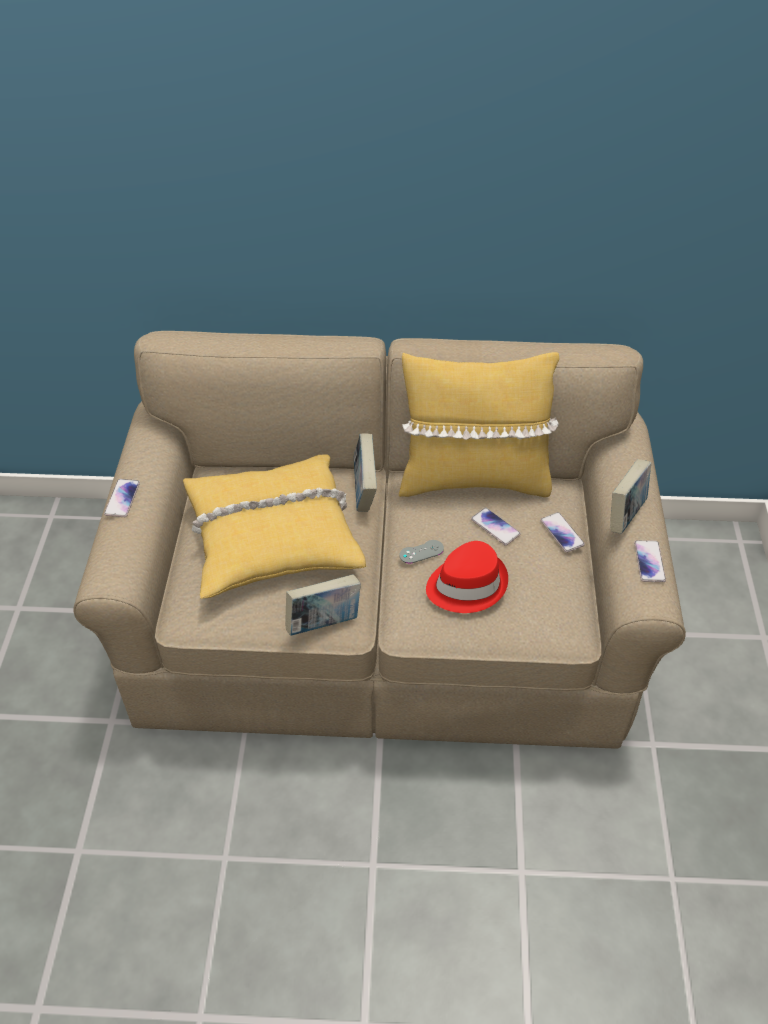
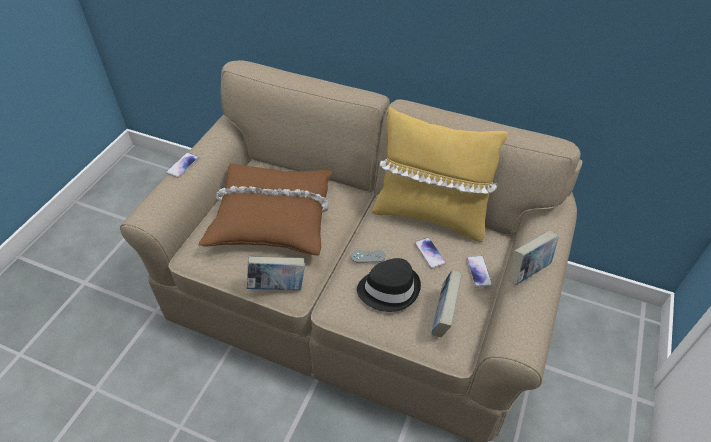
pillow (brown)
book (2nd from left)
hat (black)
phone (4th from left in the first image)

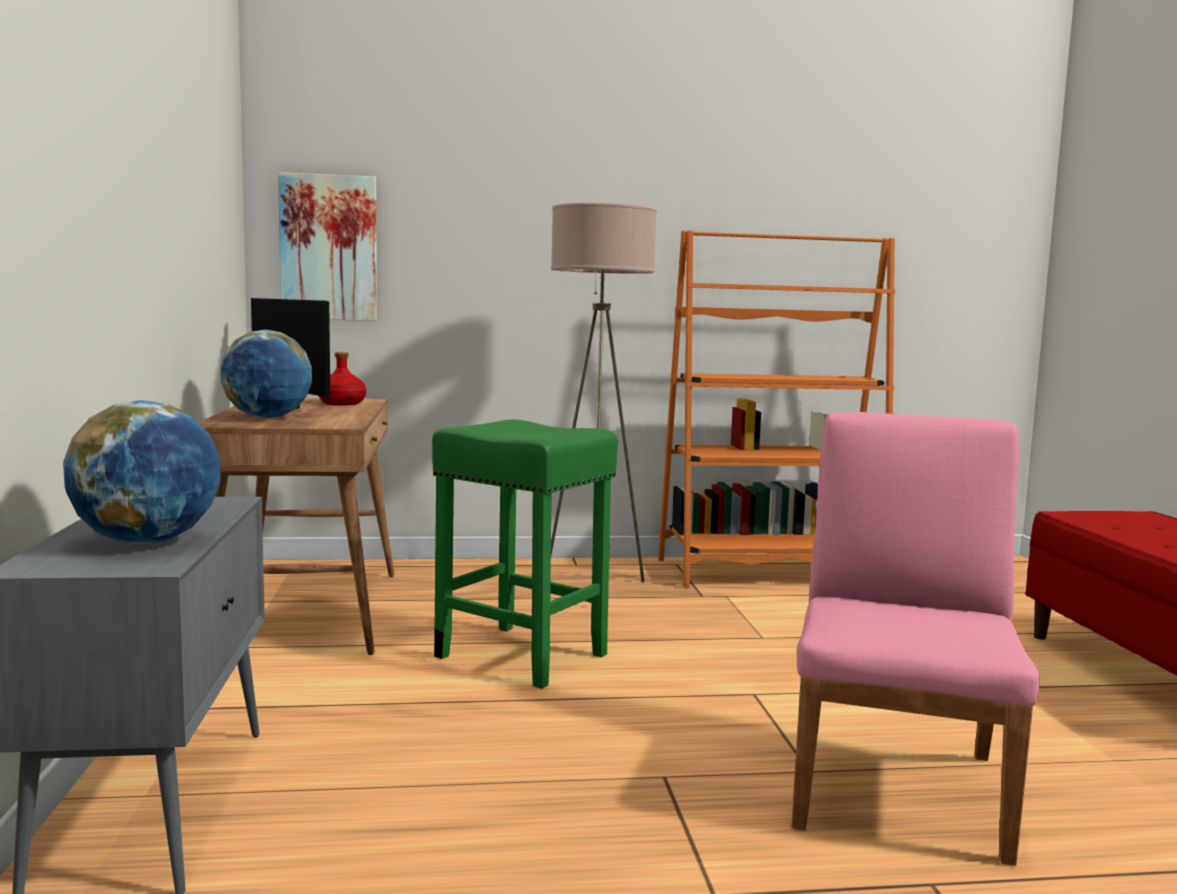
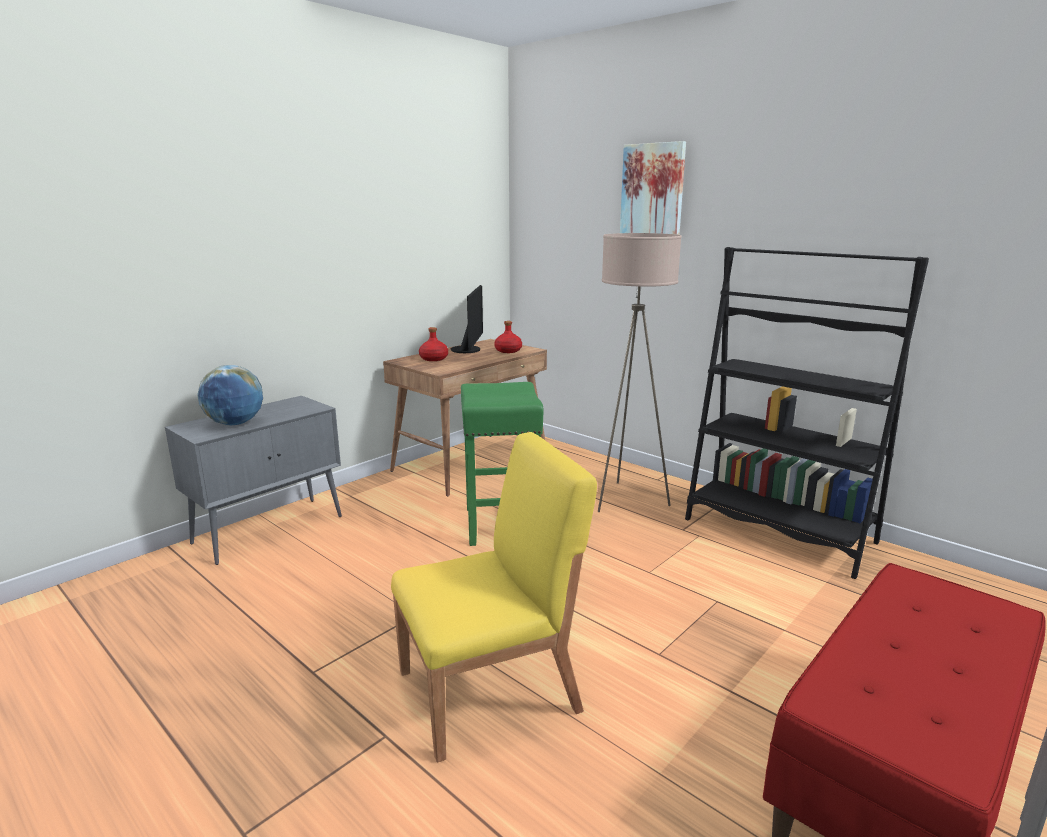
bottle (red) (1st from left)
picture
bookcase (black)
chair (yellow)

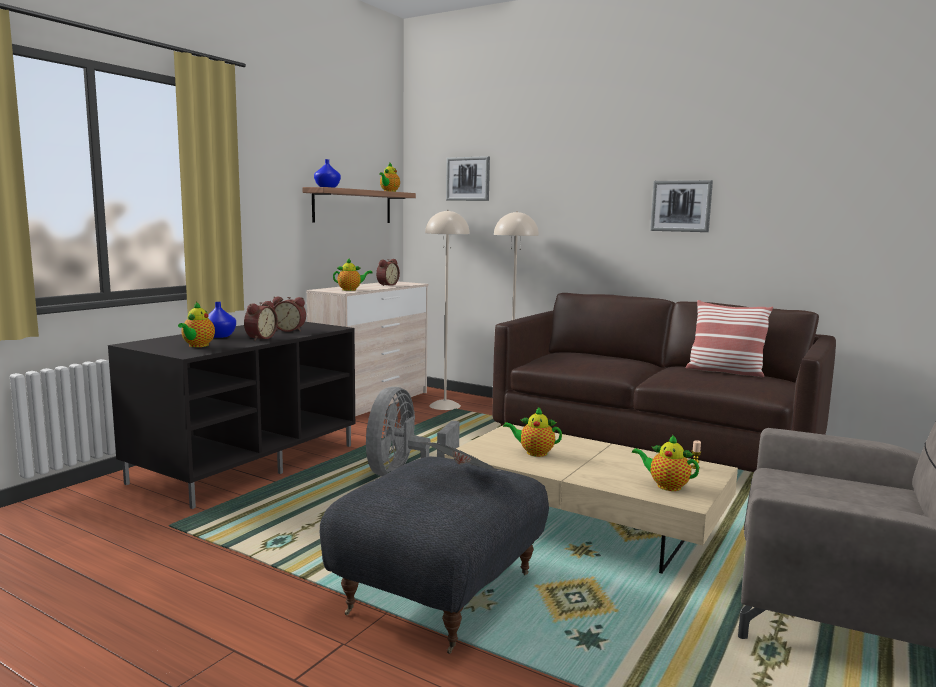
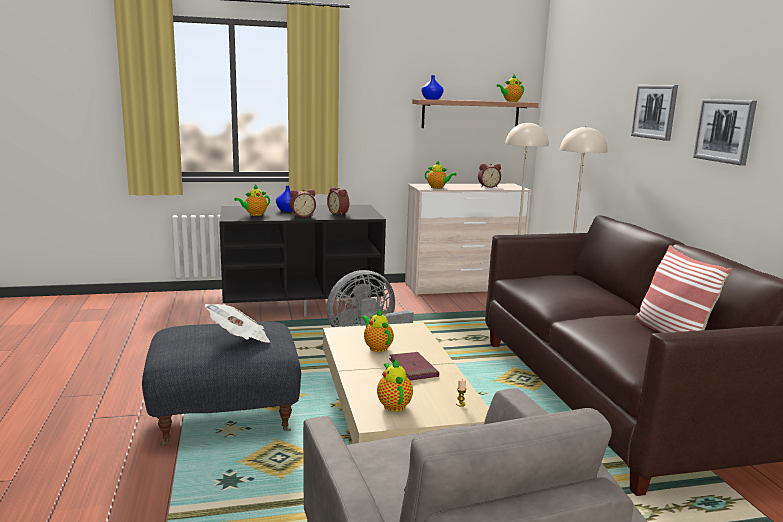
picture (1st from left)
book (red)

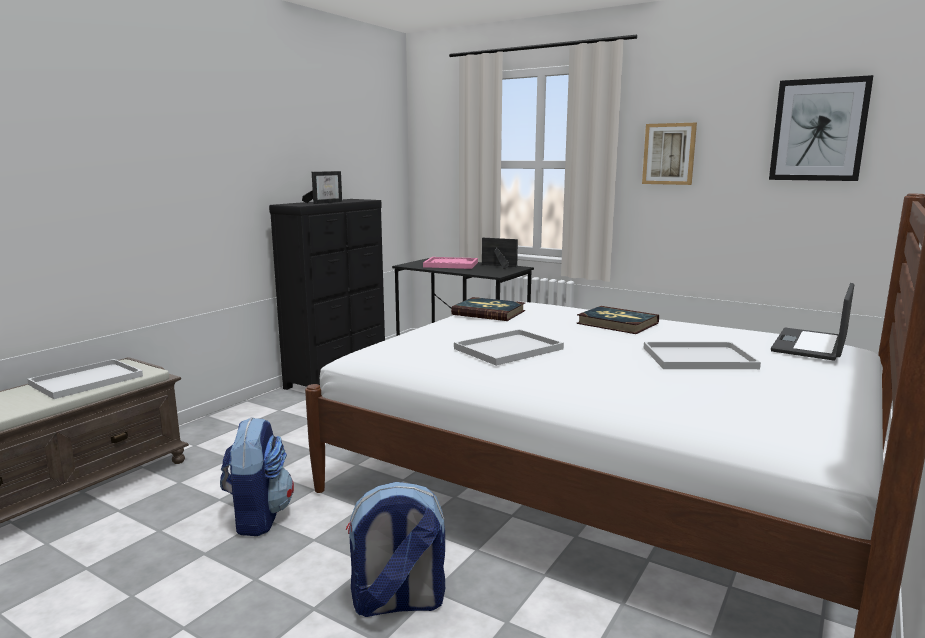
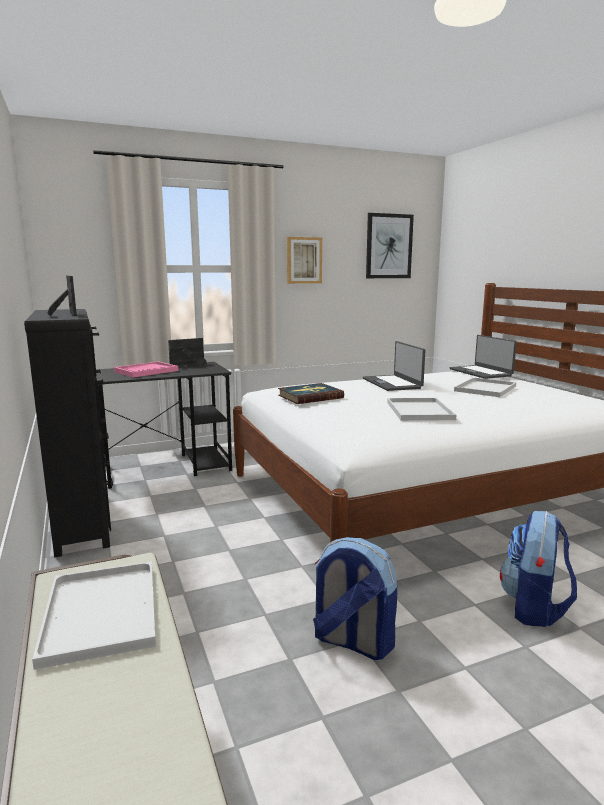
laptop (1st from left)

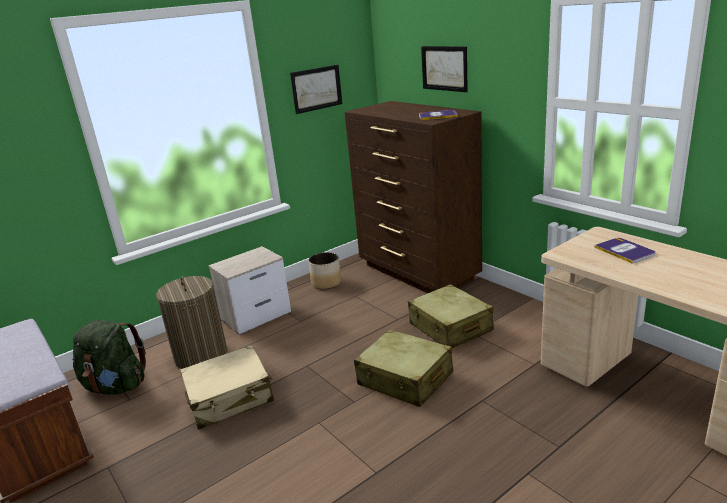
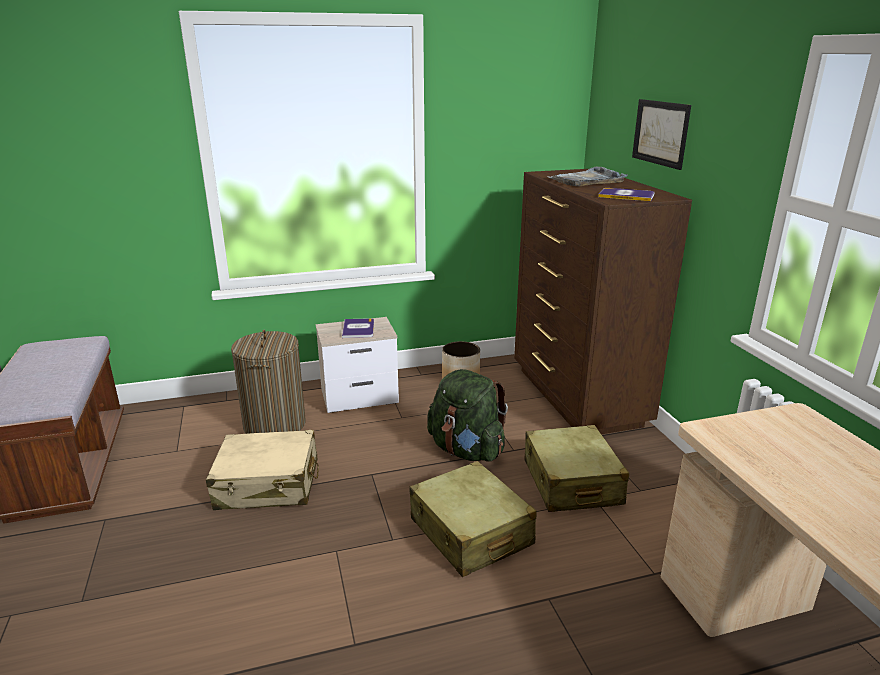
backpack (green)
picture (1st from left in the first image)
book (1st from left)
tray (grey)

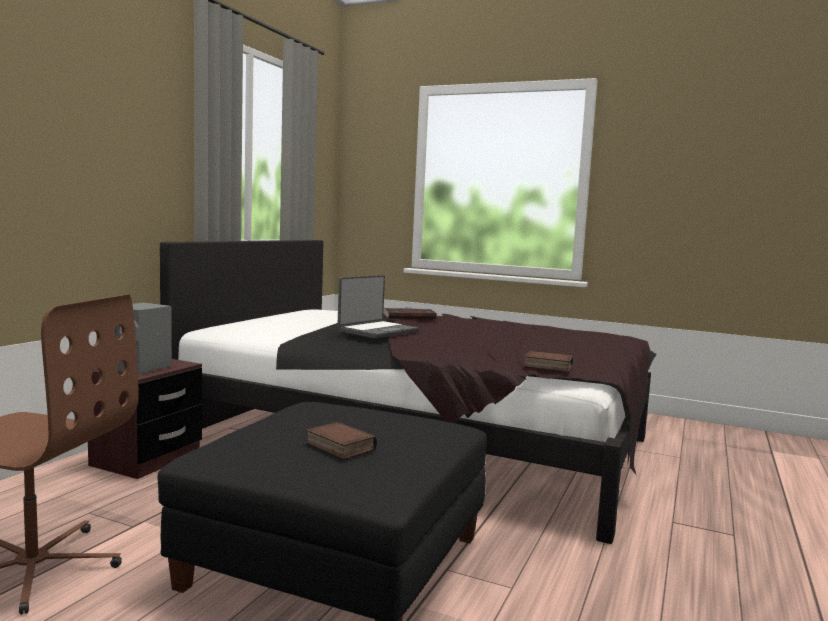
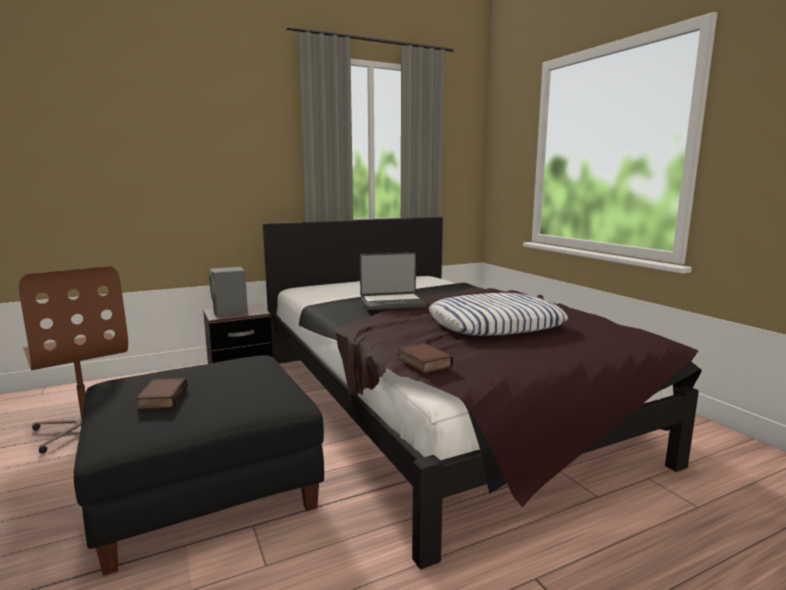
book (2nd from left in the first image)
pillow

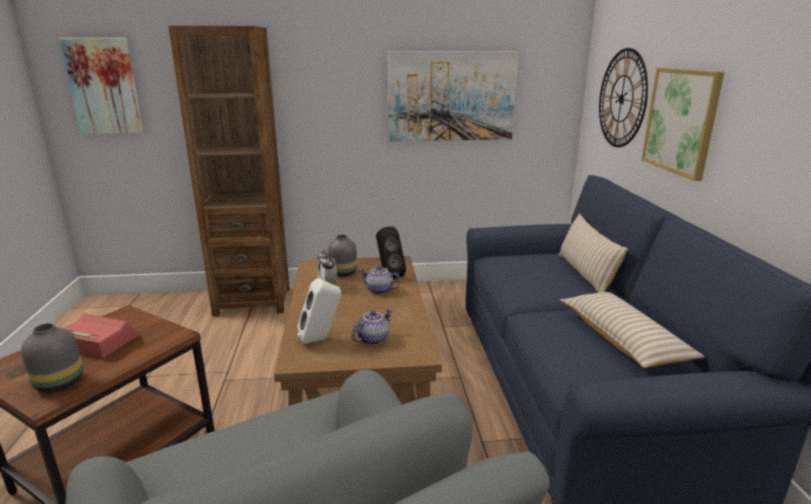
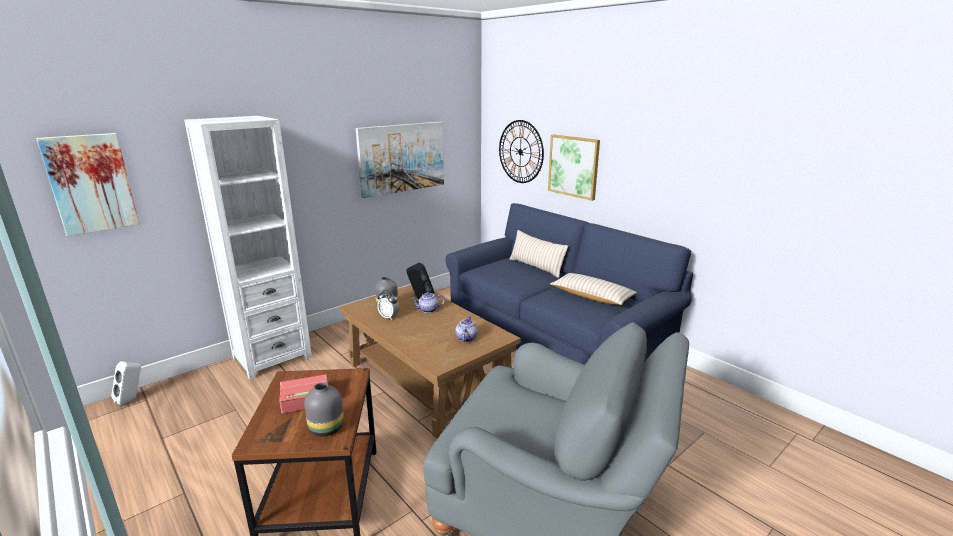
bookcase (white)
speaker (white)

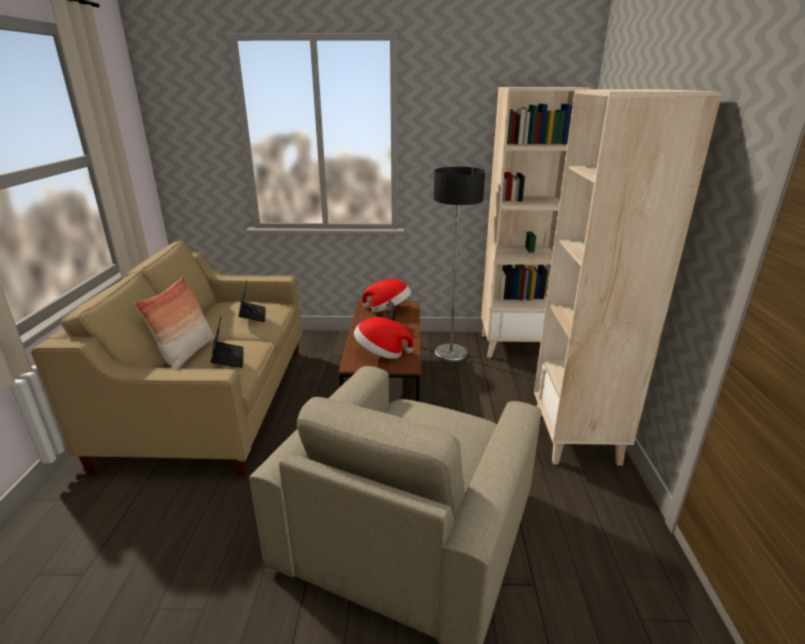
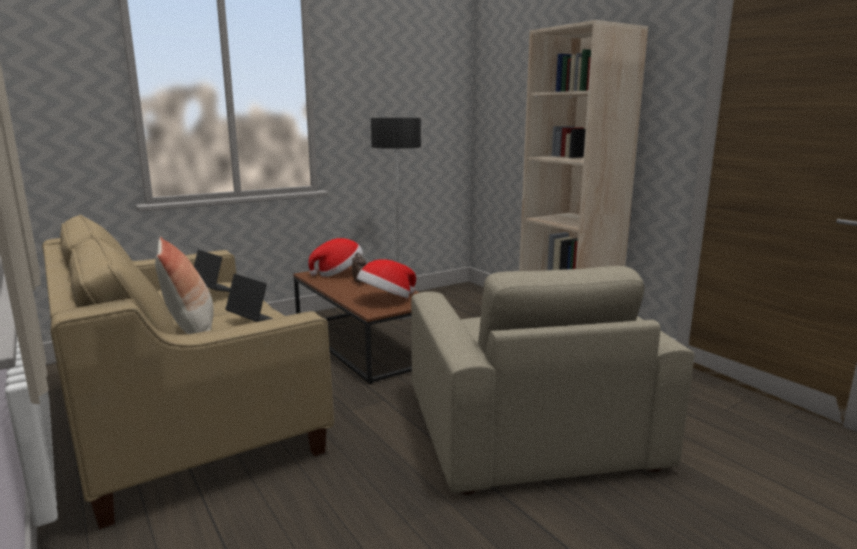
bookcase (beige) (1st from left in the first image)

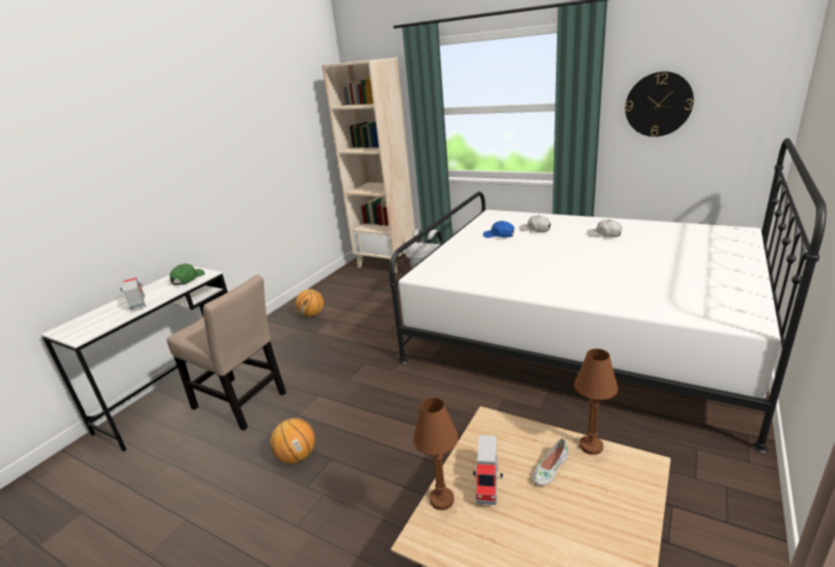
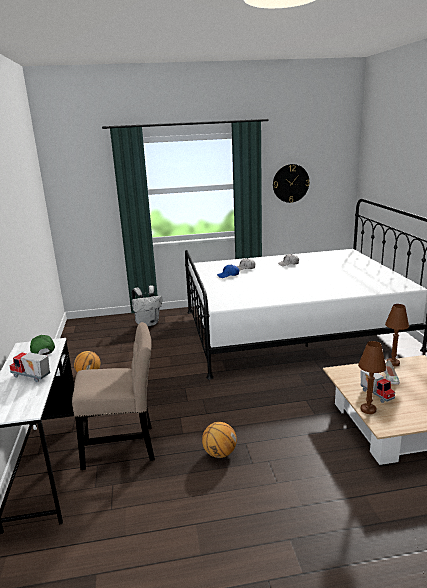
bookcase (beige)

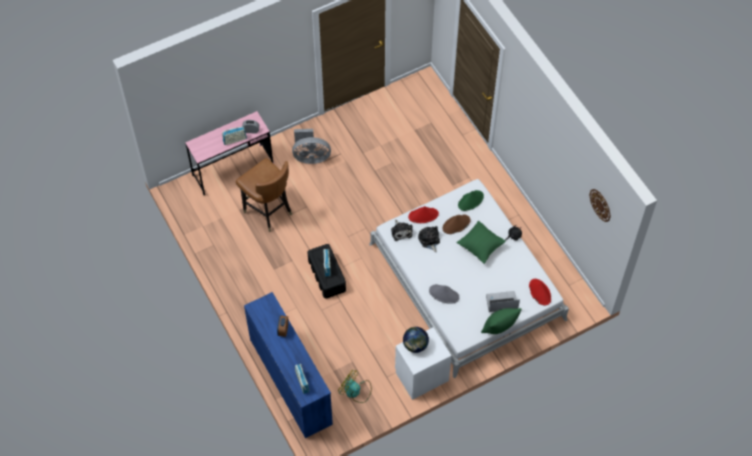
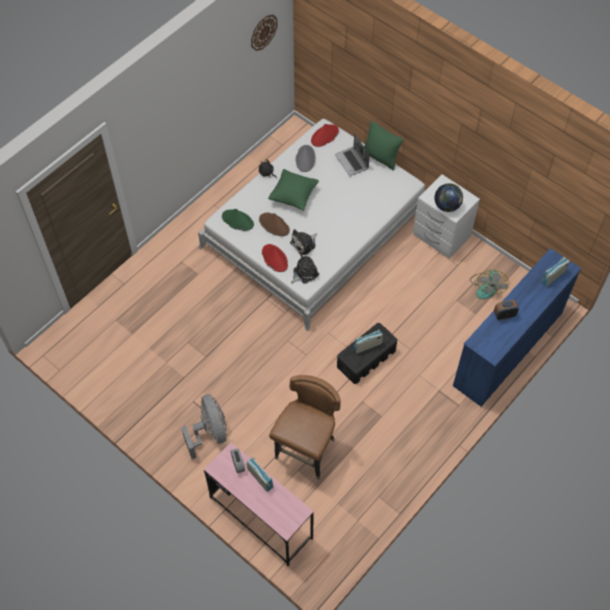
hat (grey)

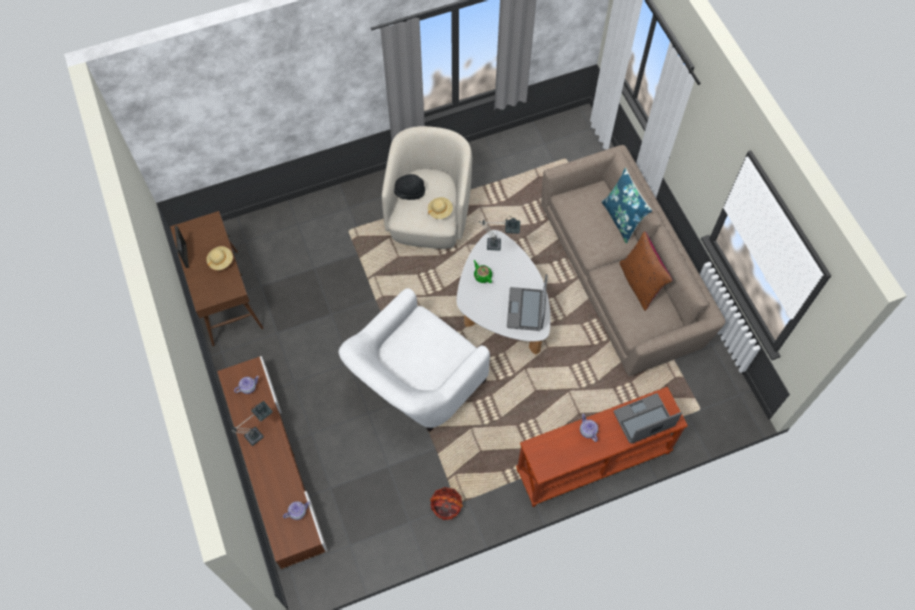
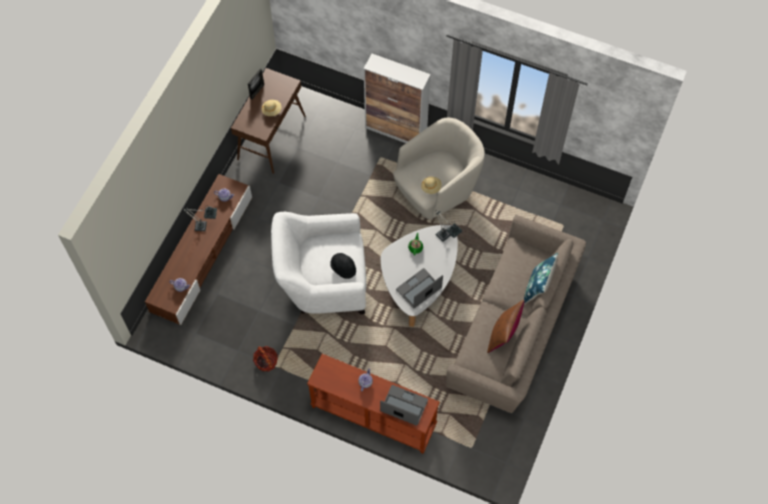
hat (black)
cabinet

